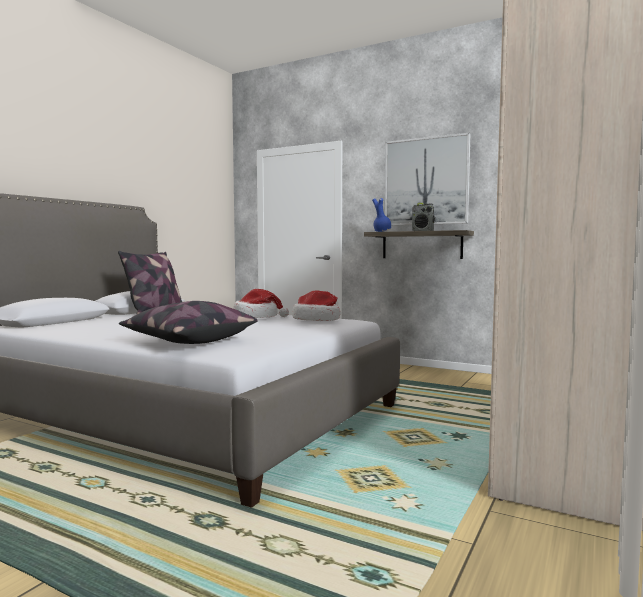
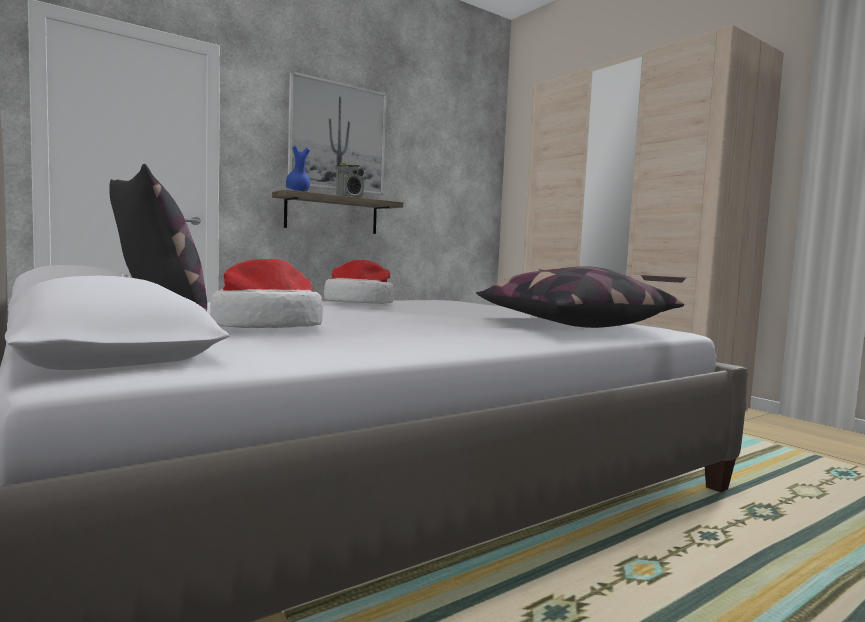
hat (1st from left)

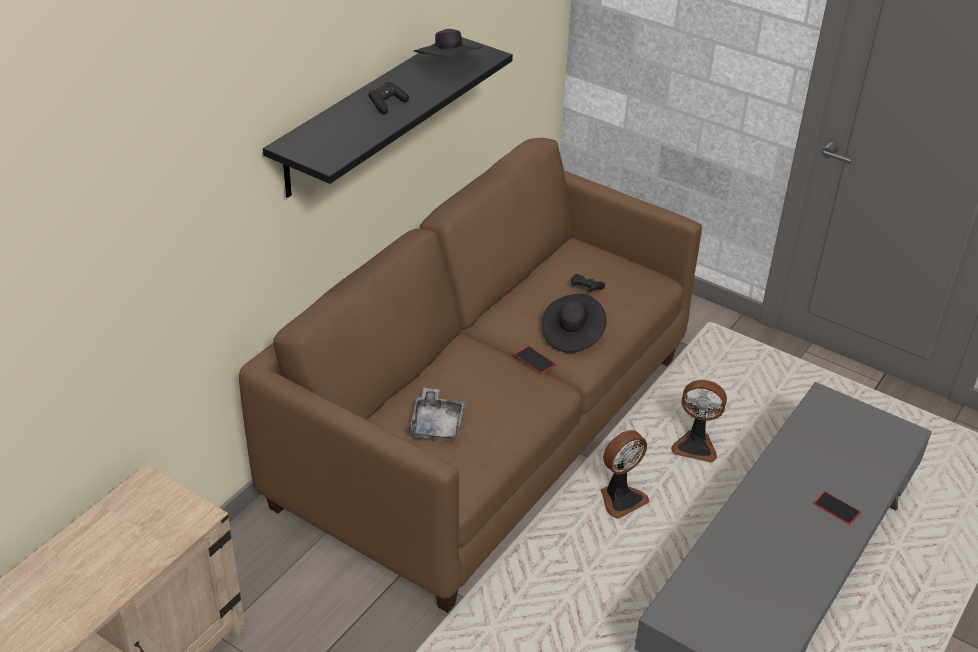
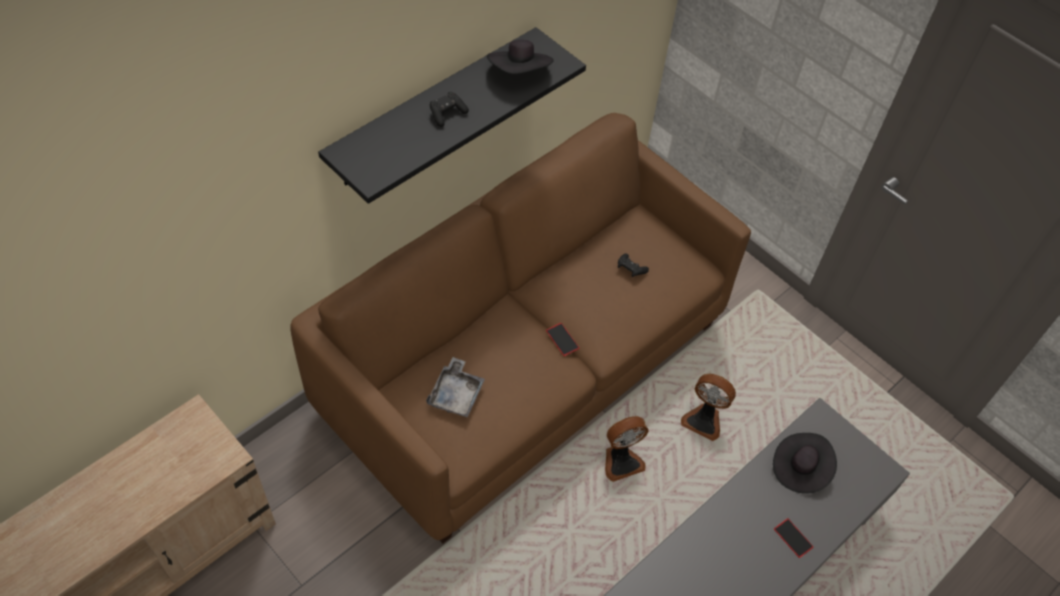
hat (black) (2nd from left)

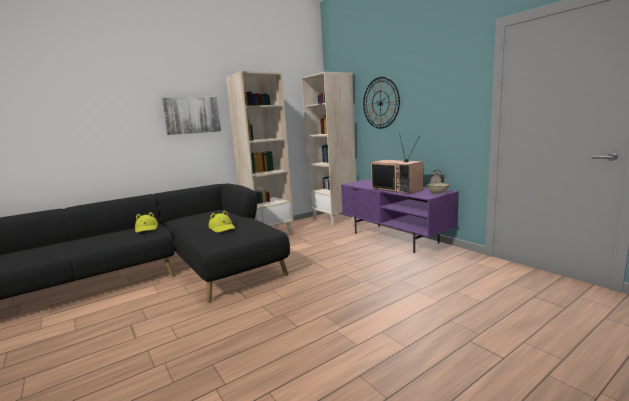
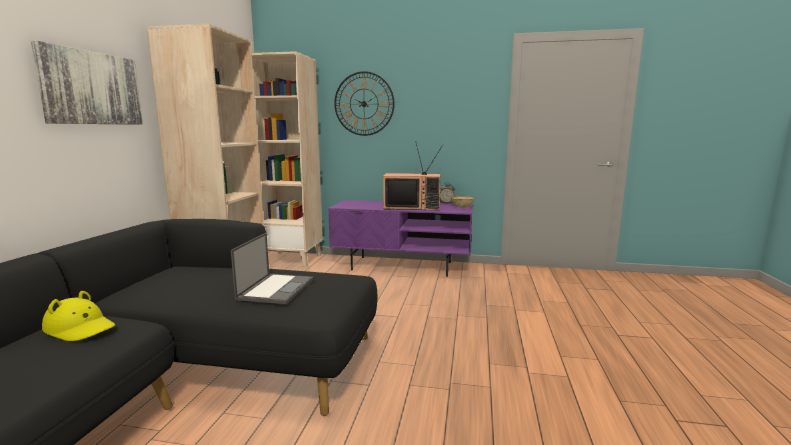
laptop

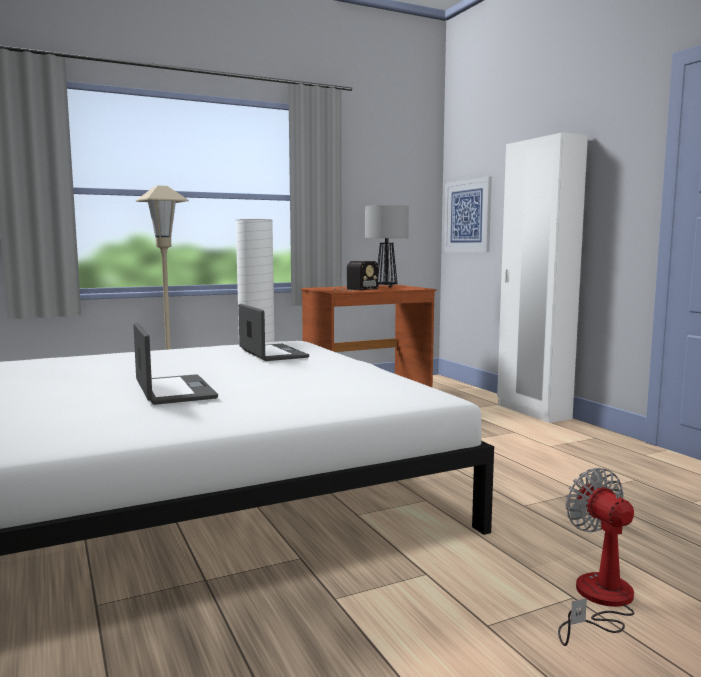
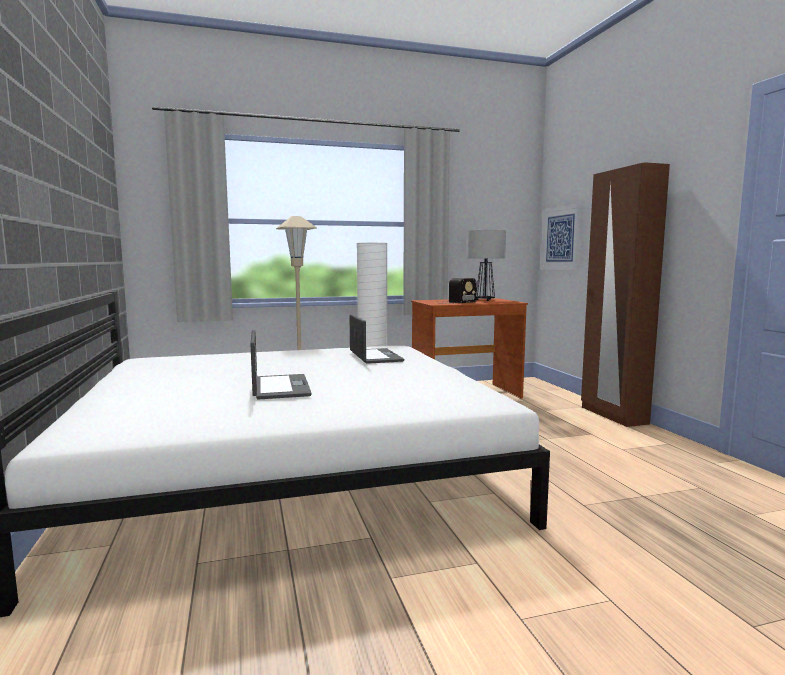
wardrobe (brown)
fan

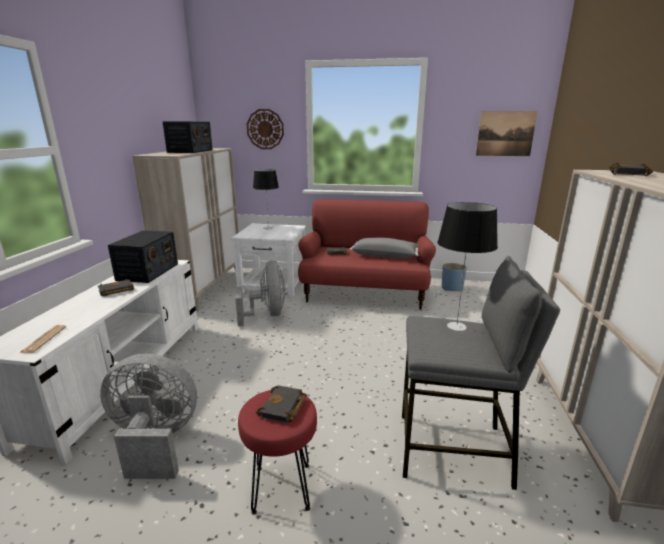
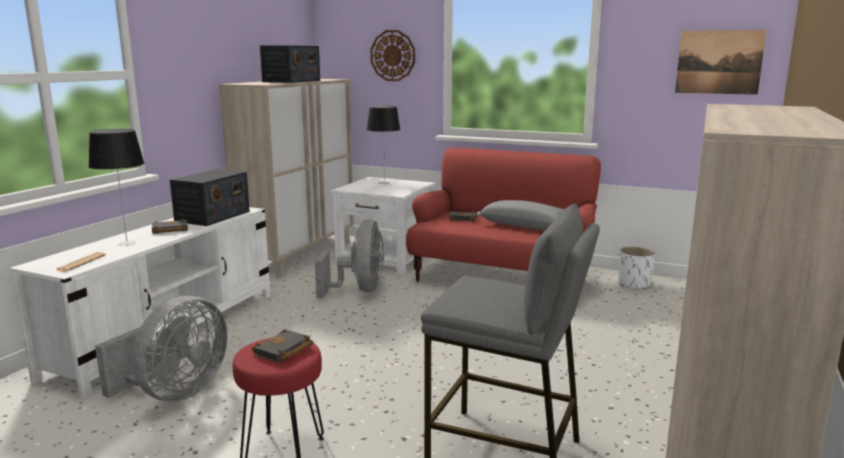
fan (grey) (1st from left)
table lamp (1st from left)
planter (white)
book (black) (4th from left in the first image)

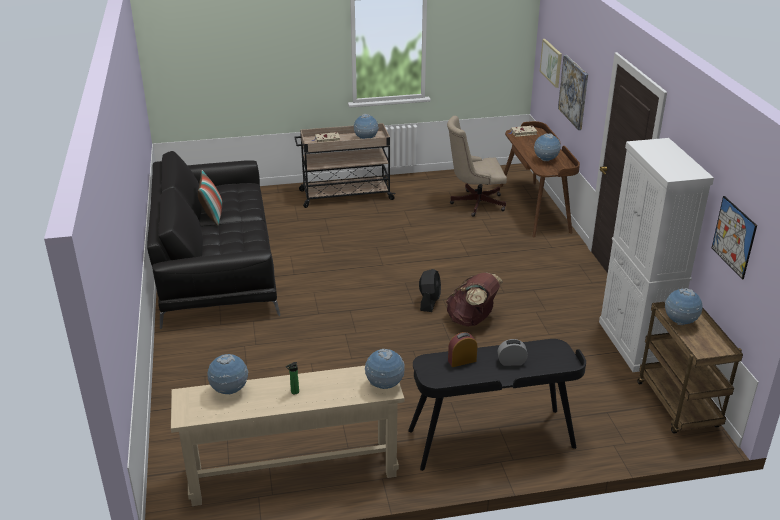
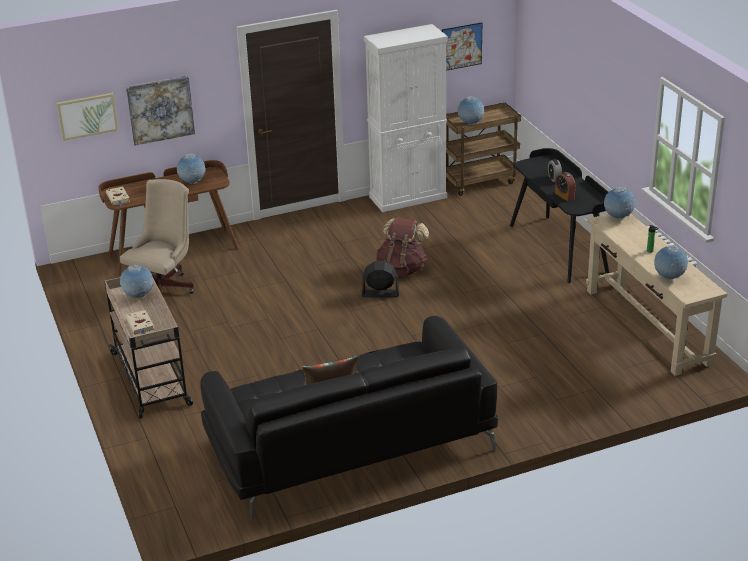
office chair (beige)

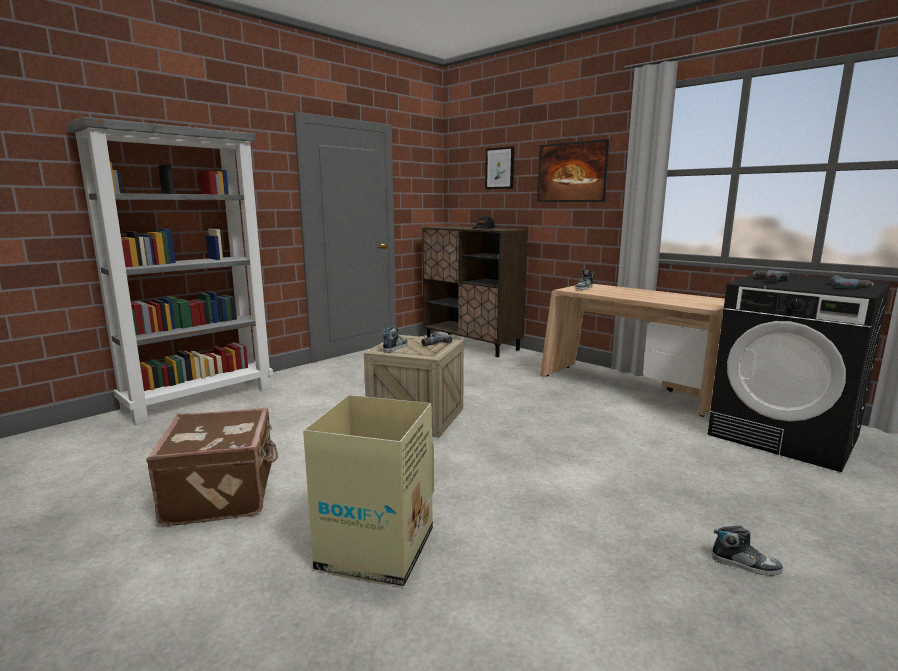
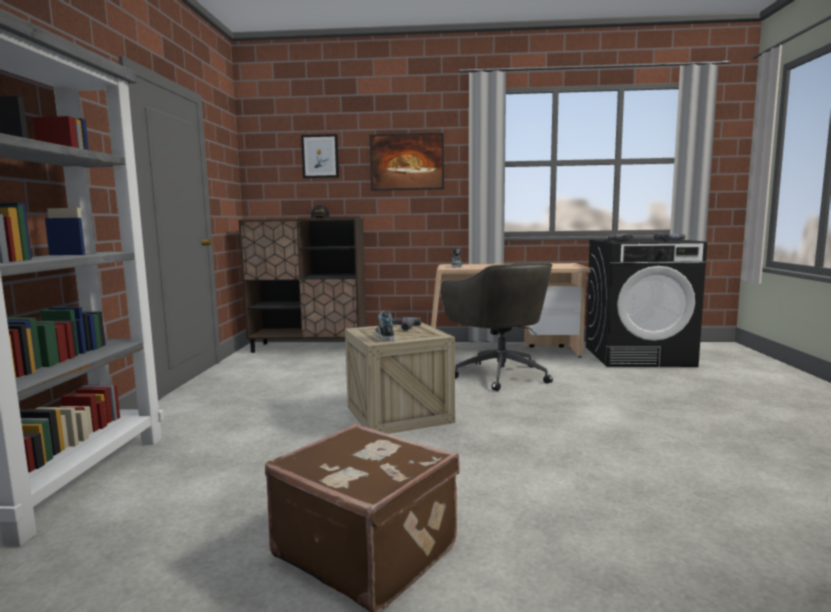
cardboard box
shoe (3rd from left in the first image)
office chair (grey)

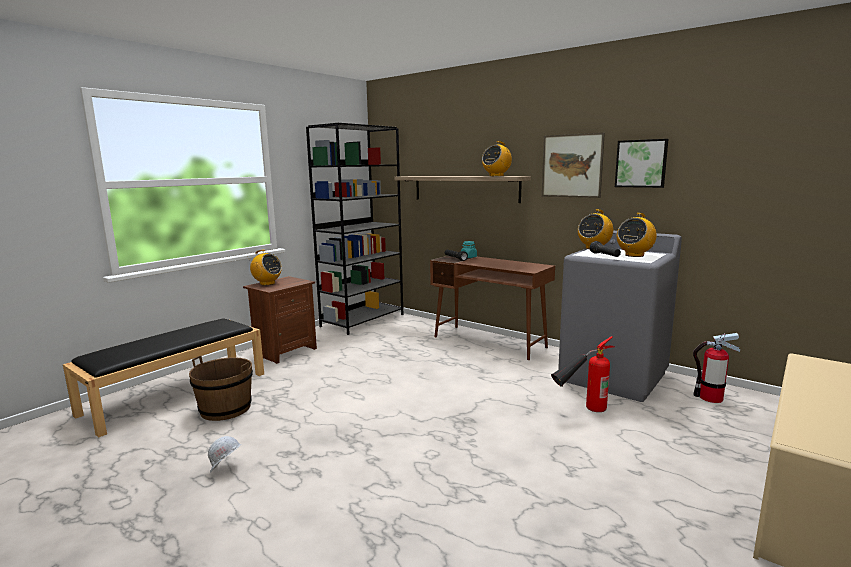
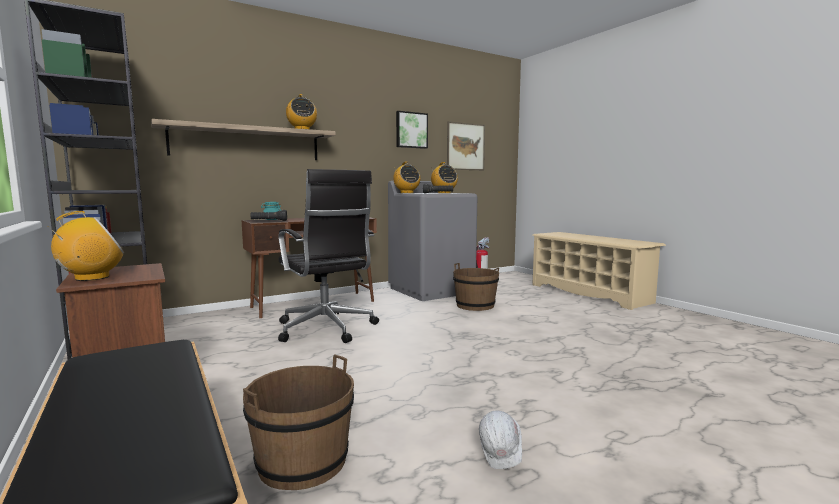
picture (2nd from left)
bucket (brown) (2nd from left)
office chair (black)

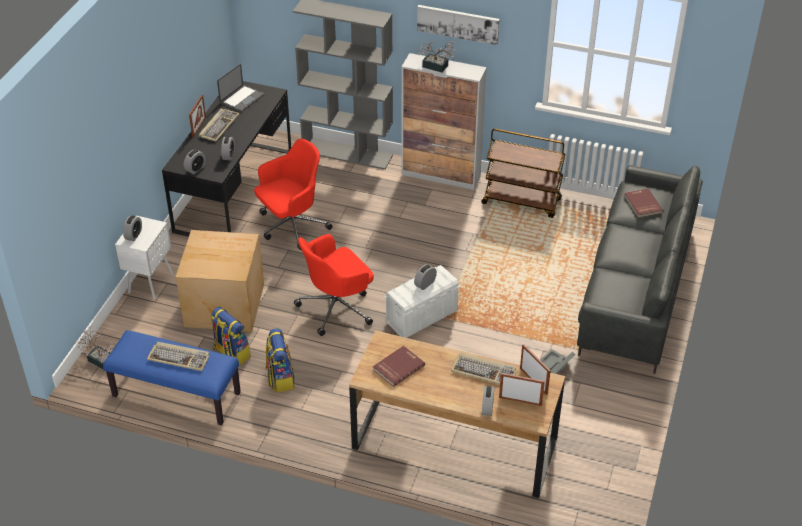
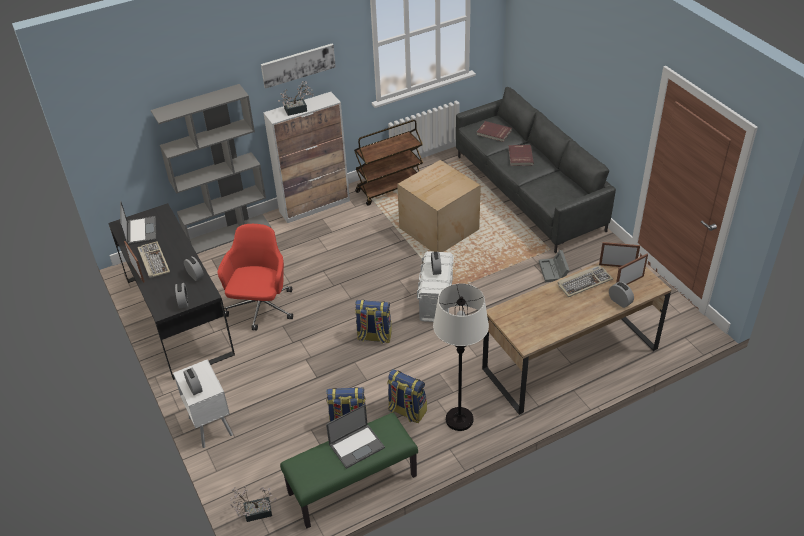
bench (green)
laptop (2nd from left)
cardboard box
backpack (2nd from left)
book (red) (2nd from left)
floor lamp (white)

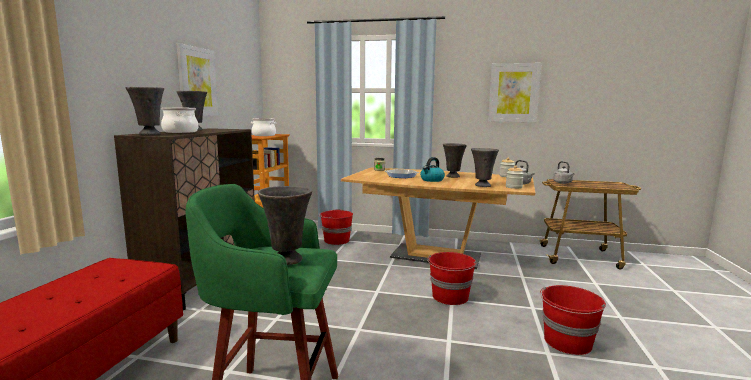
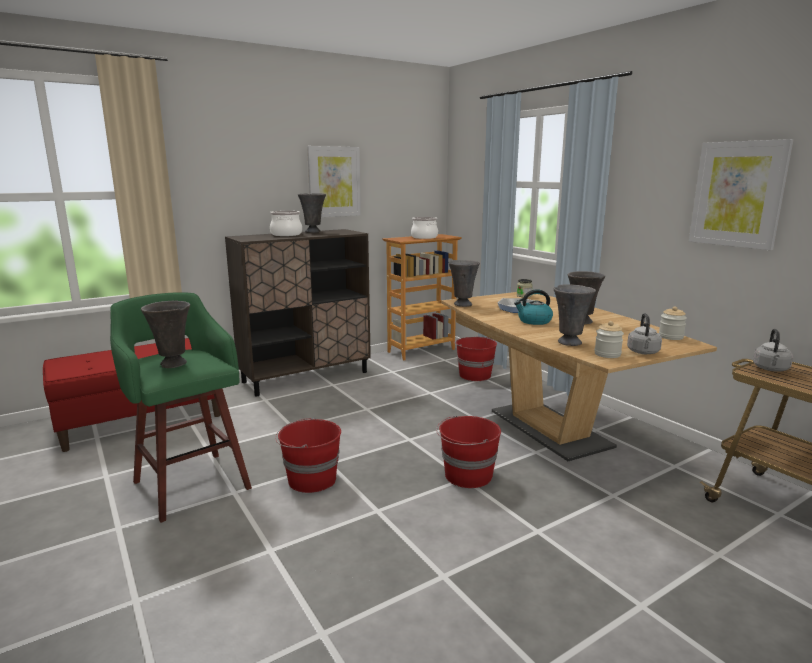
vase (grey) (3rd from left)
bucket (red) (1st from left)

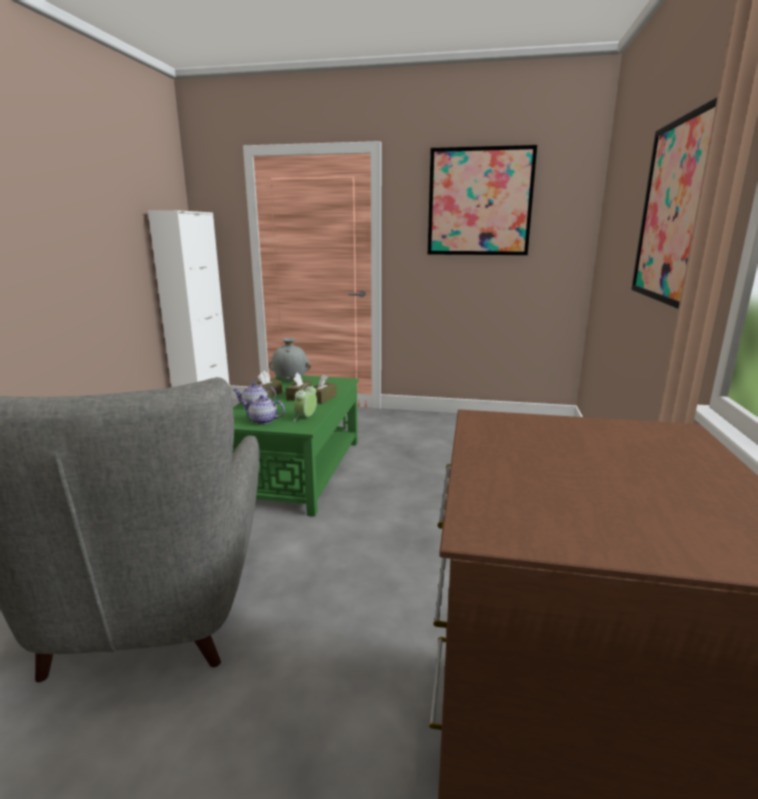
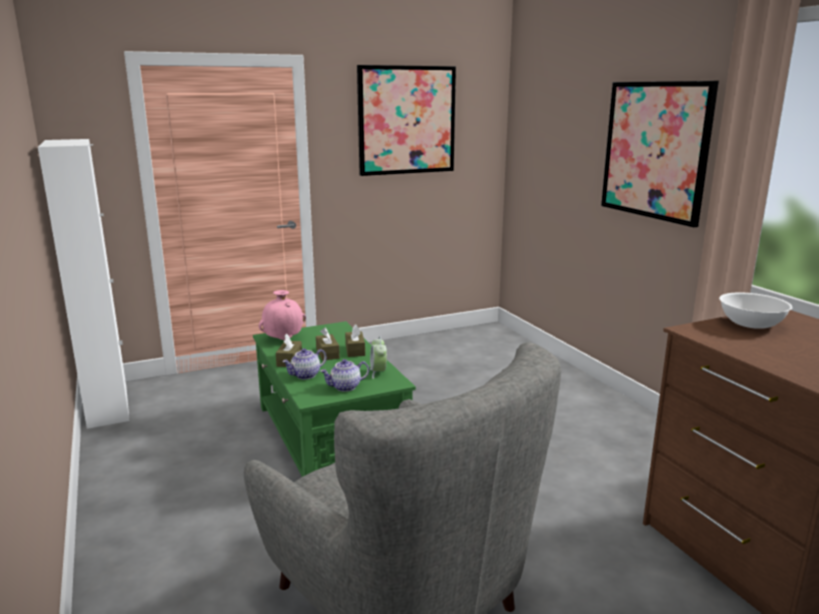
vase (pink)
bowl (white)

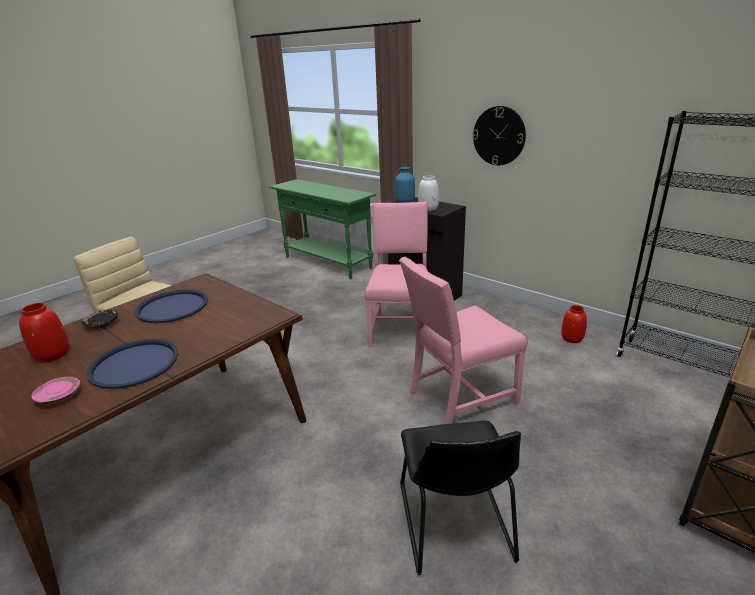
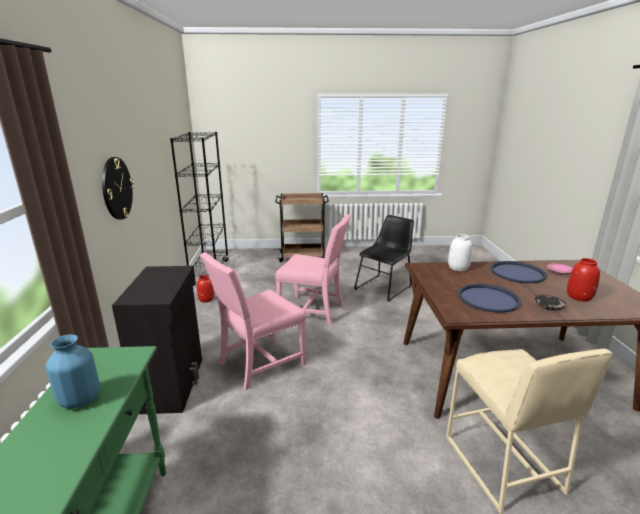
vase (blue)
vase (white)

